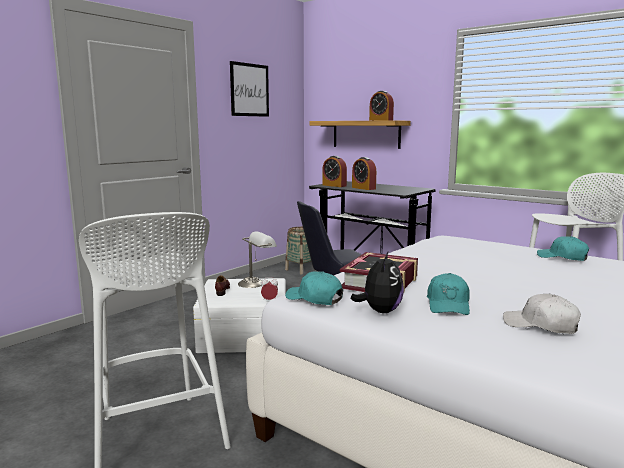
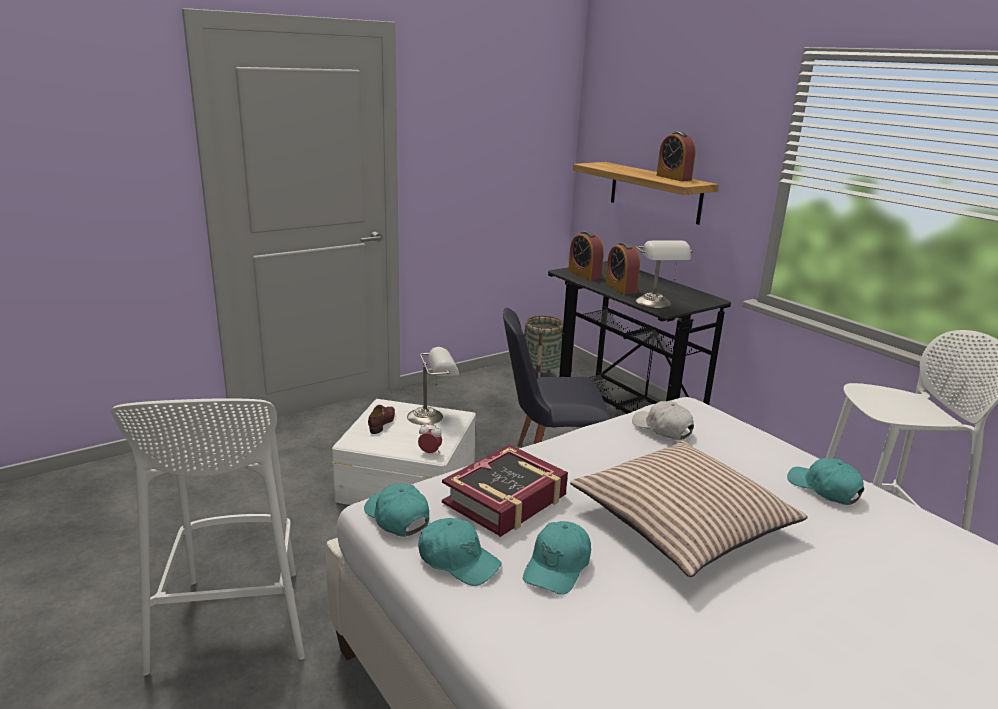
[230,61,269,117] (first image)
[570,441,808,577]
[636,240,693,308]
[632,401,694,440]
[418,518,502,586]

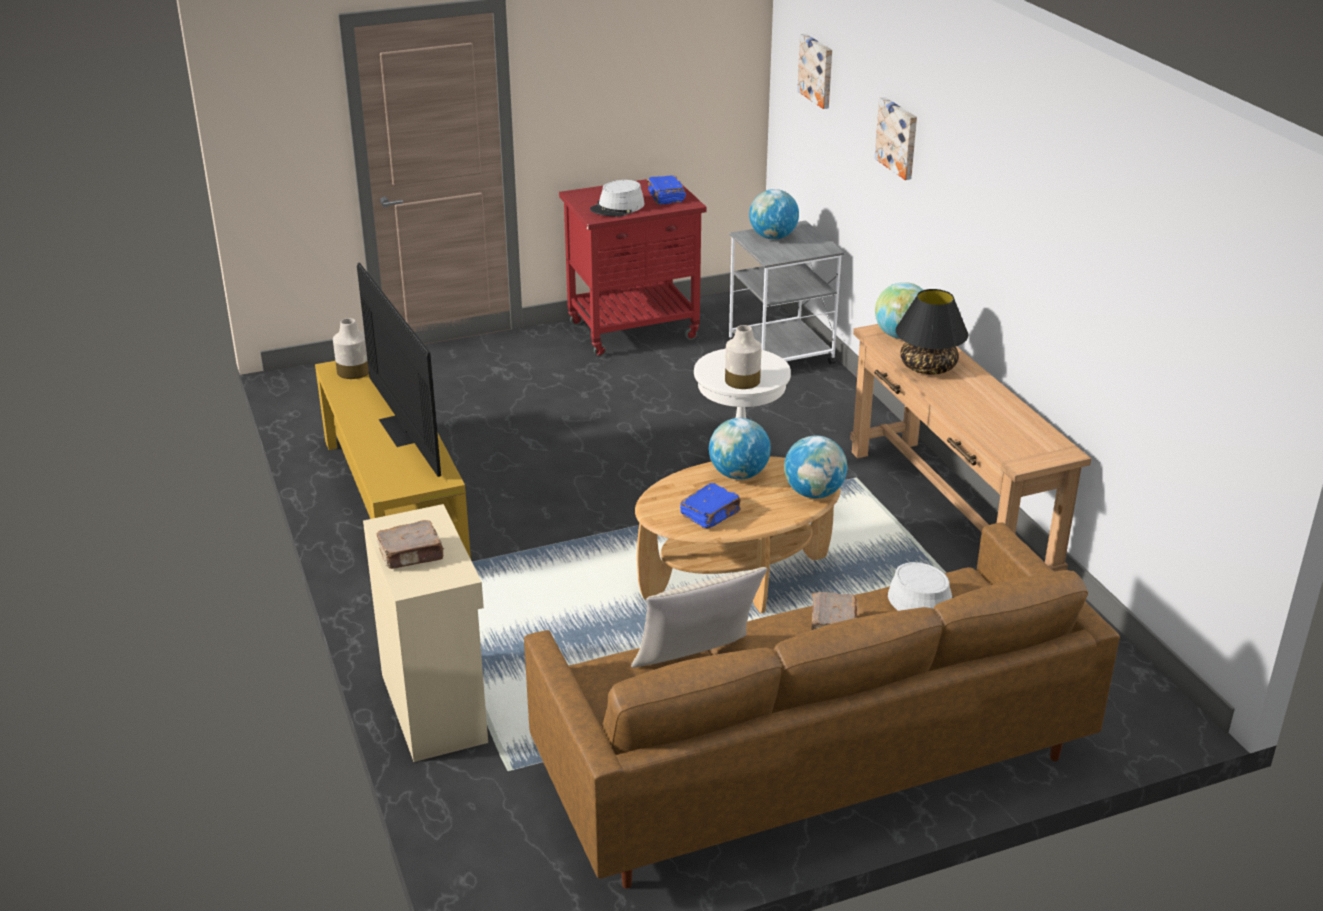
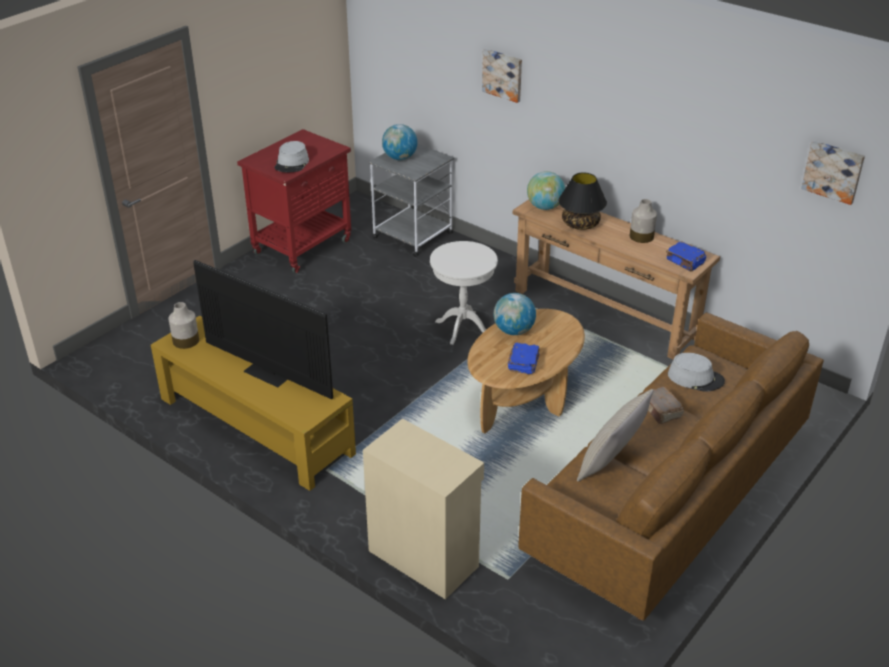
[376,520,444,569] (first image)
[784,435,847,498] (first image)
[666,241,706,272]
[630,199,657,243]
[801,141,865,205]

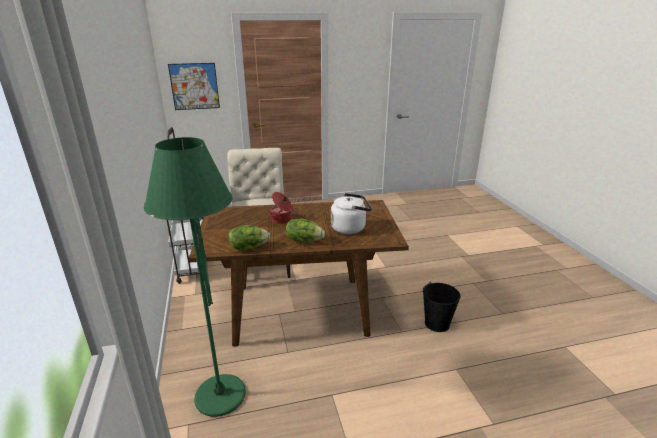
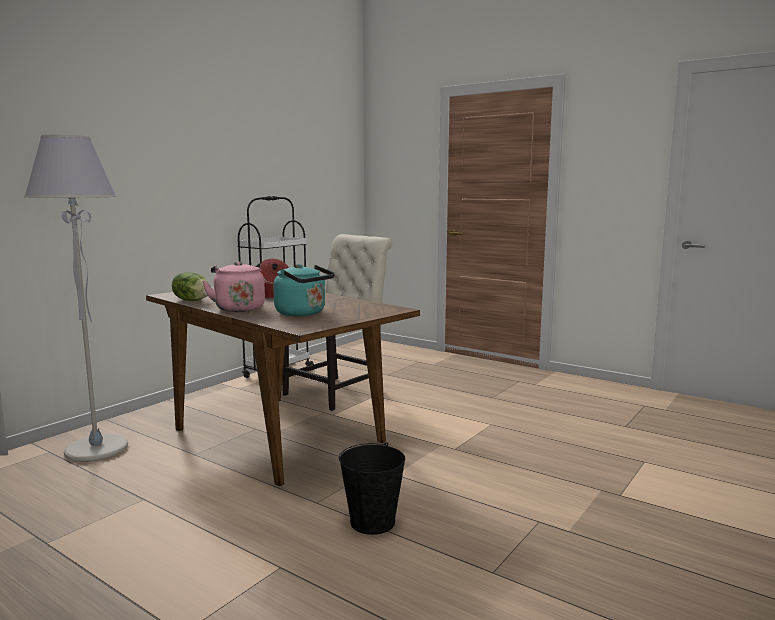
[168,63,220,110] (first image)
[203,261,265,312]
[24,135,128,462]
[273,264,335,316]

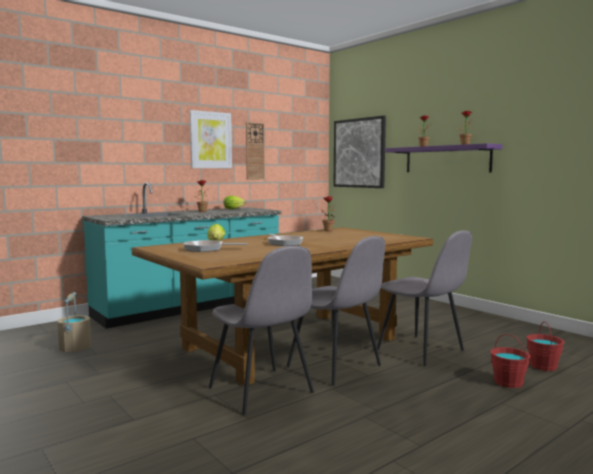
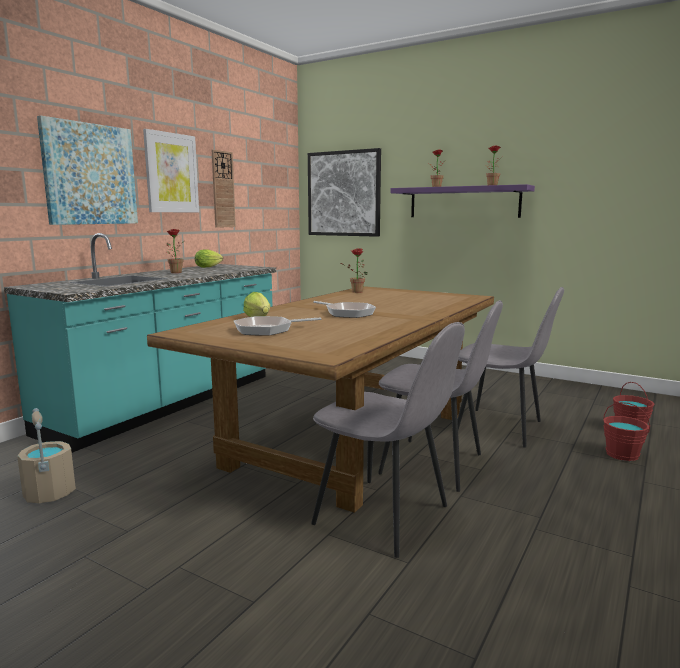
[37,115,138,225]

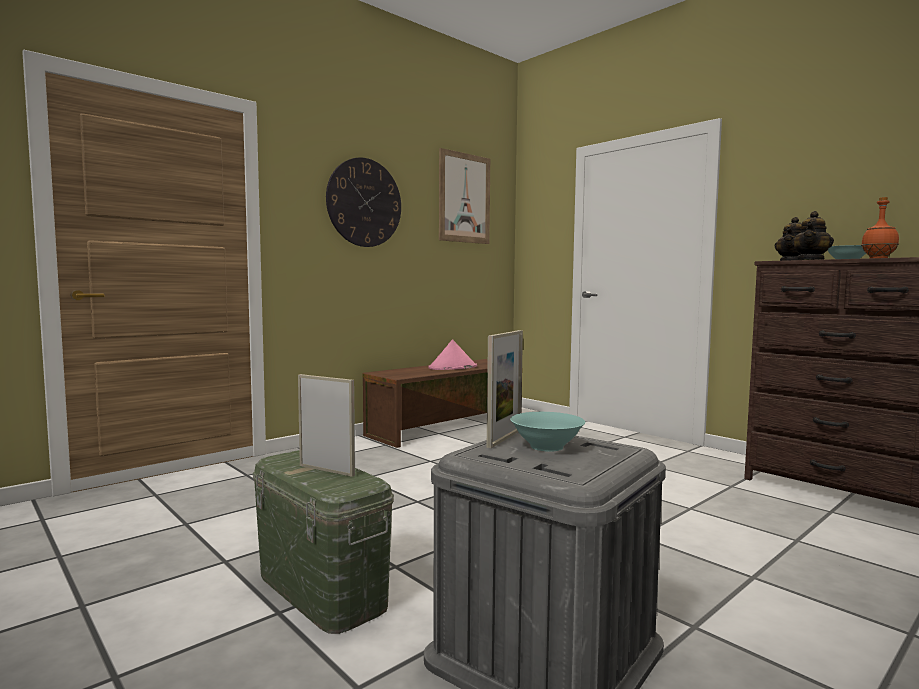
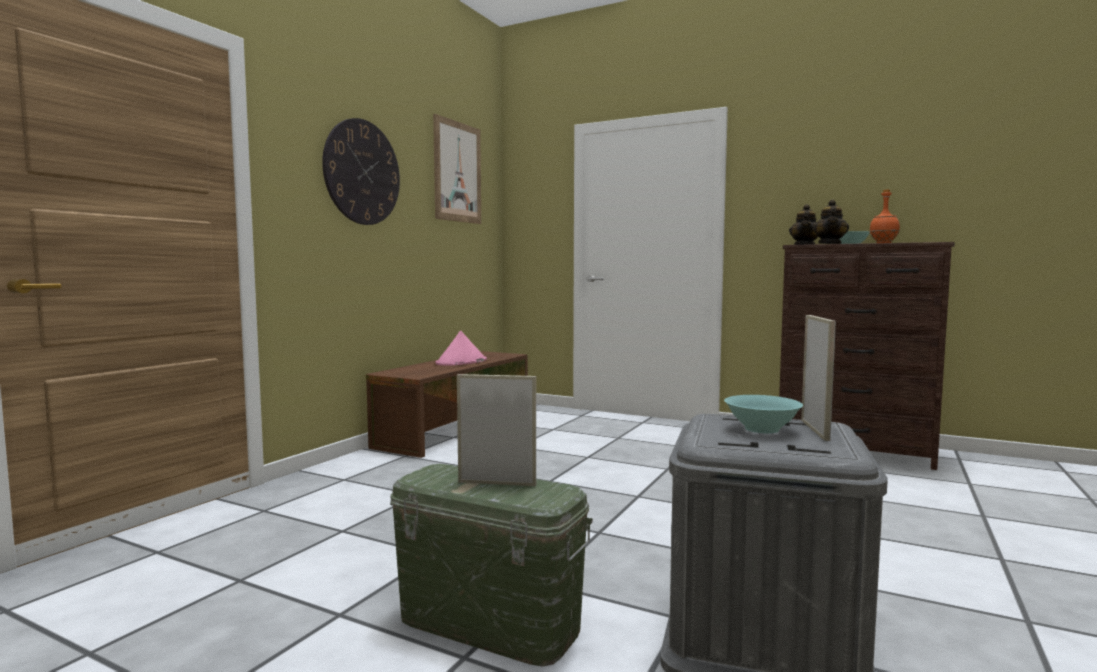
[801,315,836,441]

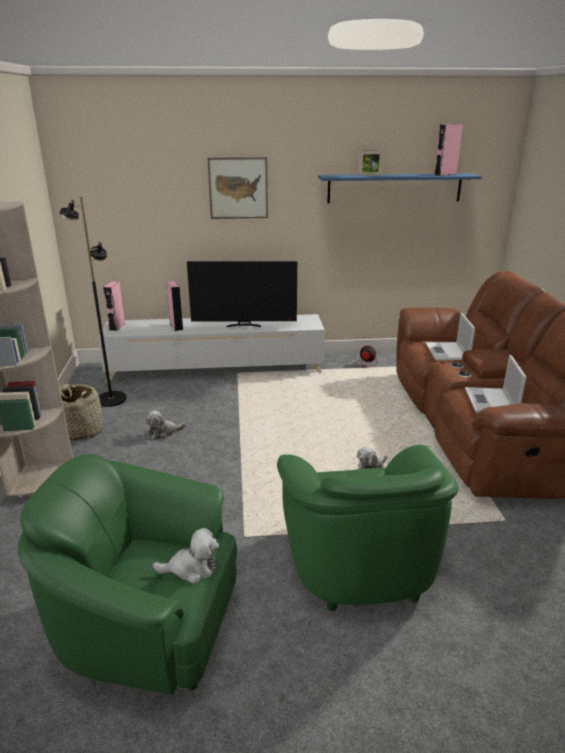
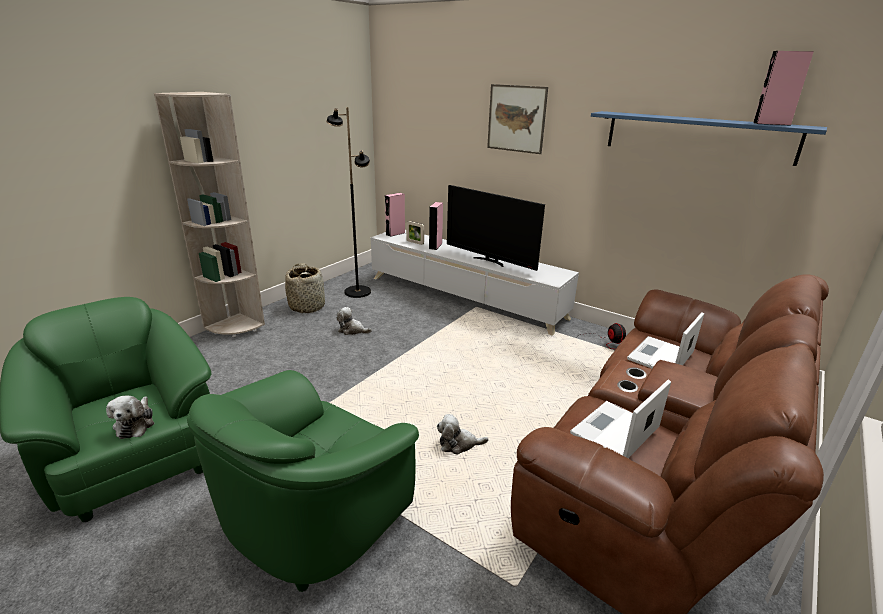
[406,221,424,245]
[106,396,154,439]

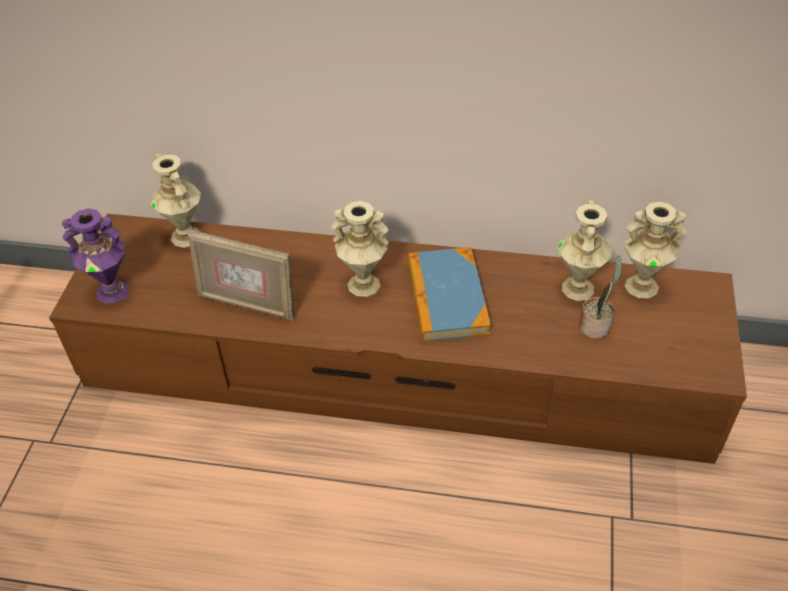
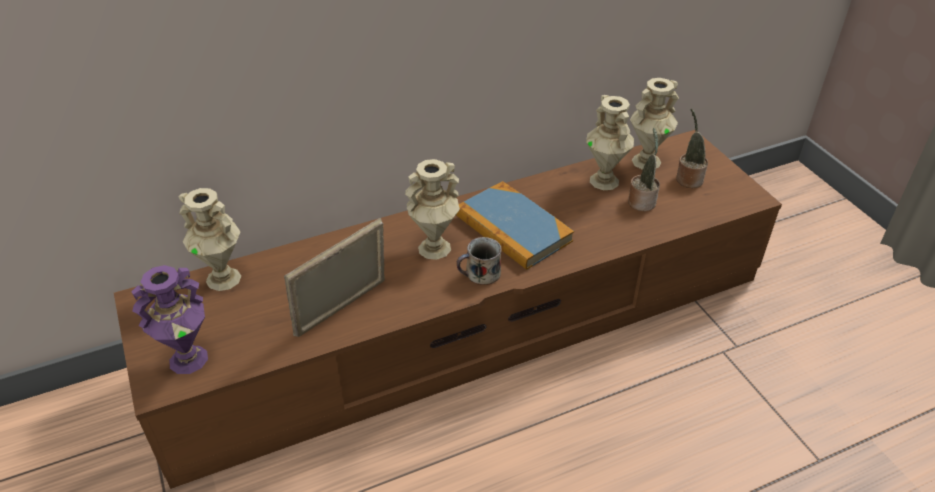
[457,237,502,285]
[676,108,708,188]
[284,218,385,337]

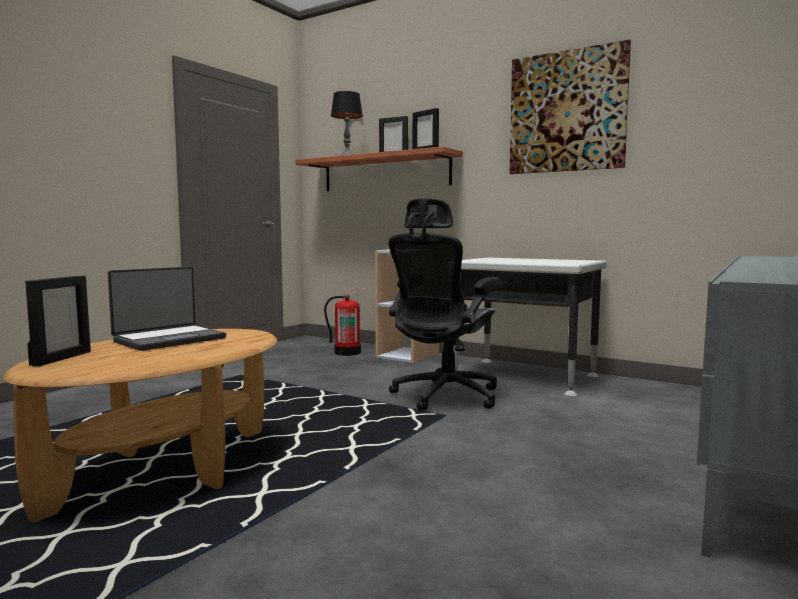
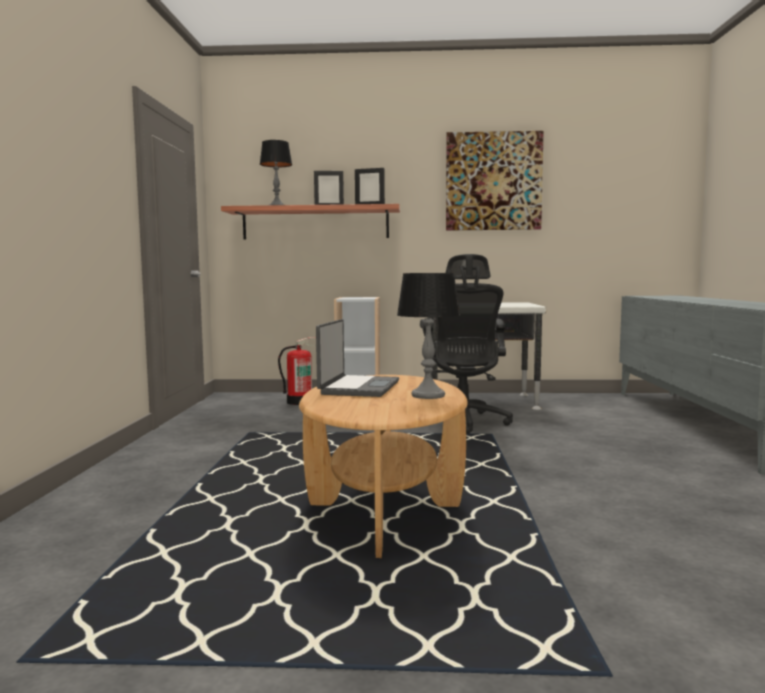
[25,276,91,366] (first image)
[397,273,460,399]

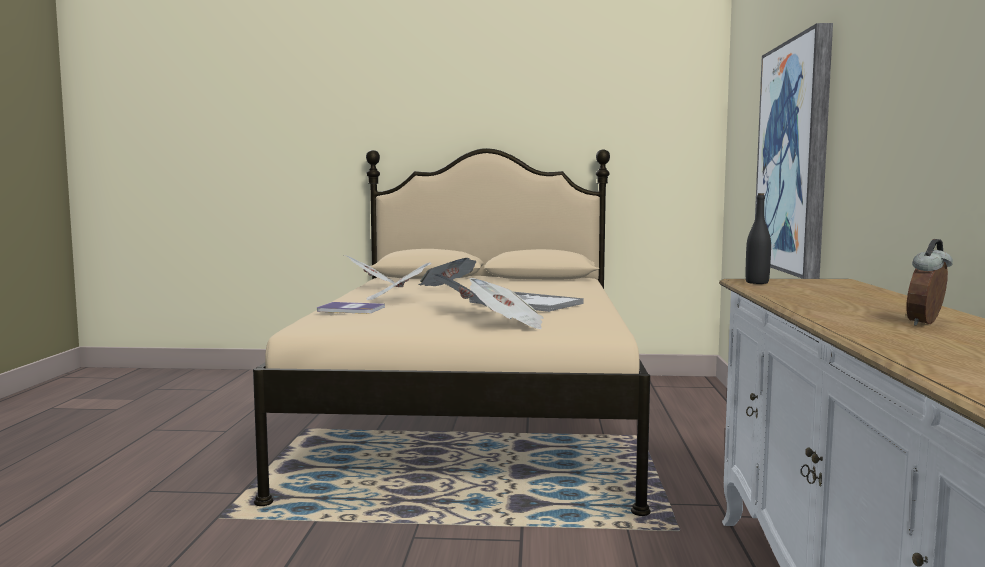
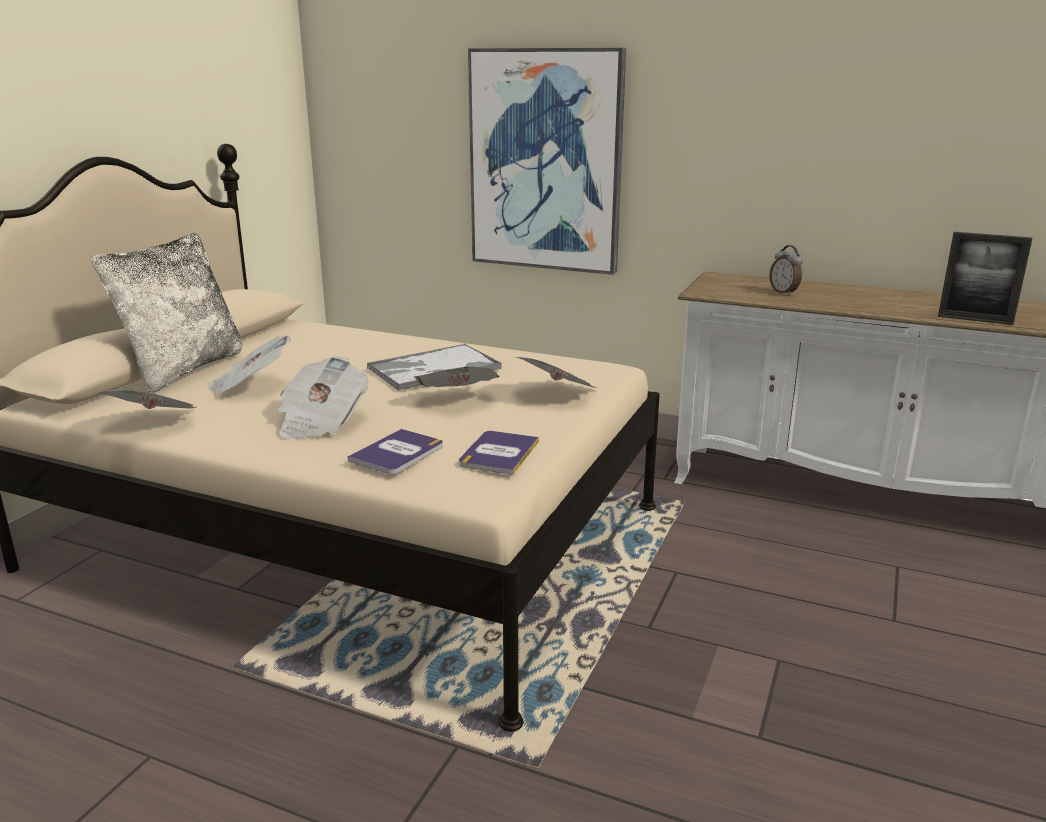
[746,193,771,284] (first image)
[92,233,242,392]
[459,431,539,475]
[938,232,1032,325]
[769,245,803,296]

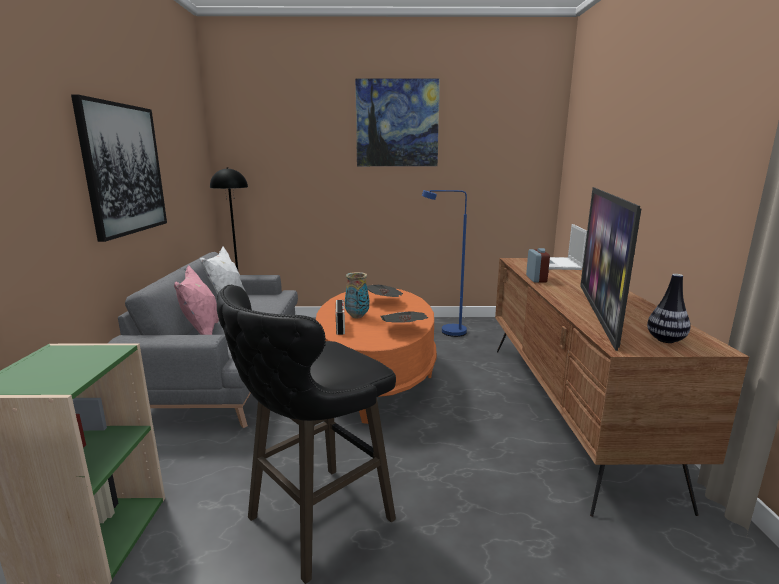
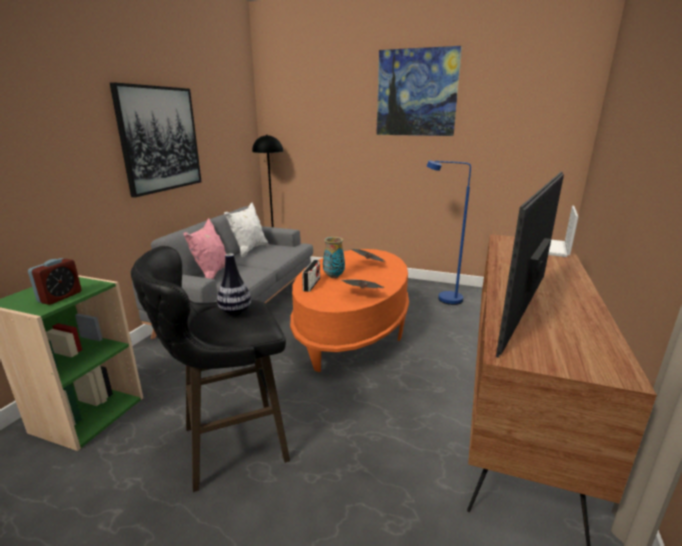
[28,258,82,305]
[217,253,251,315]

